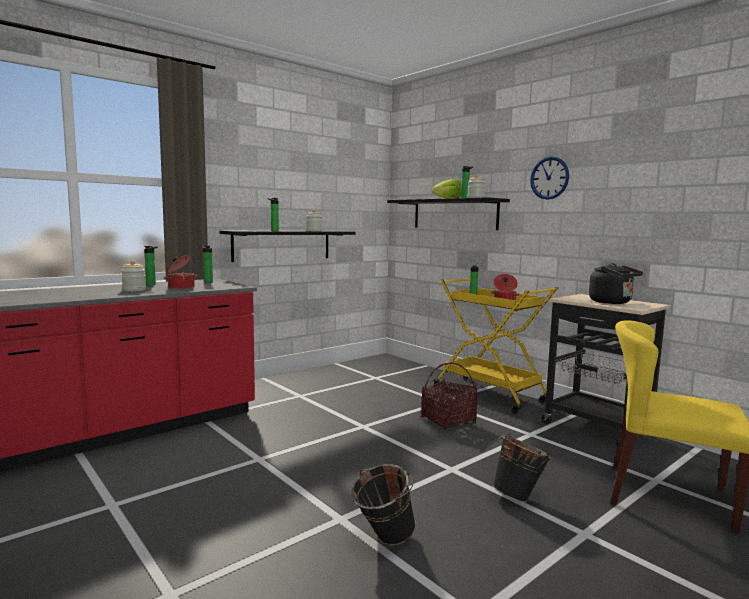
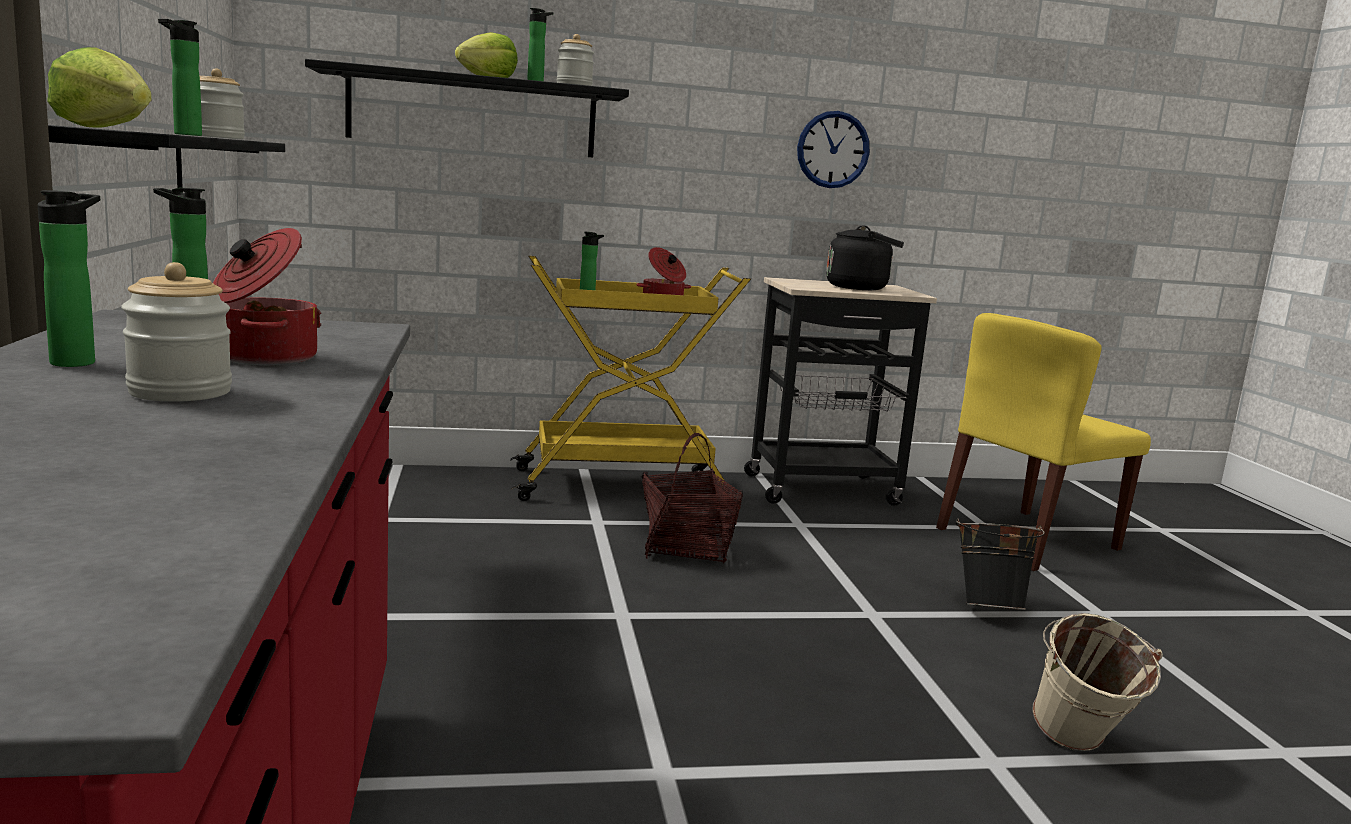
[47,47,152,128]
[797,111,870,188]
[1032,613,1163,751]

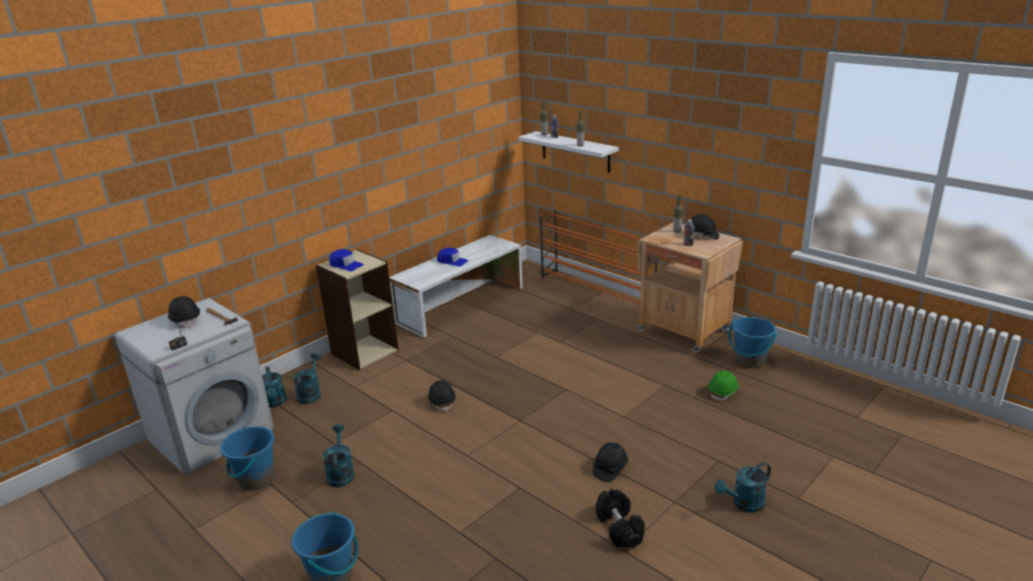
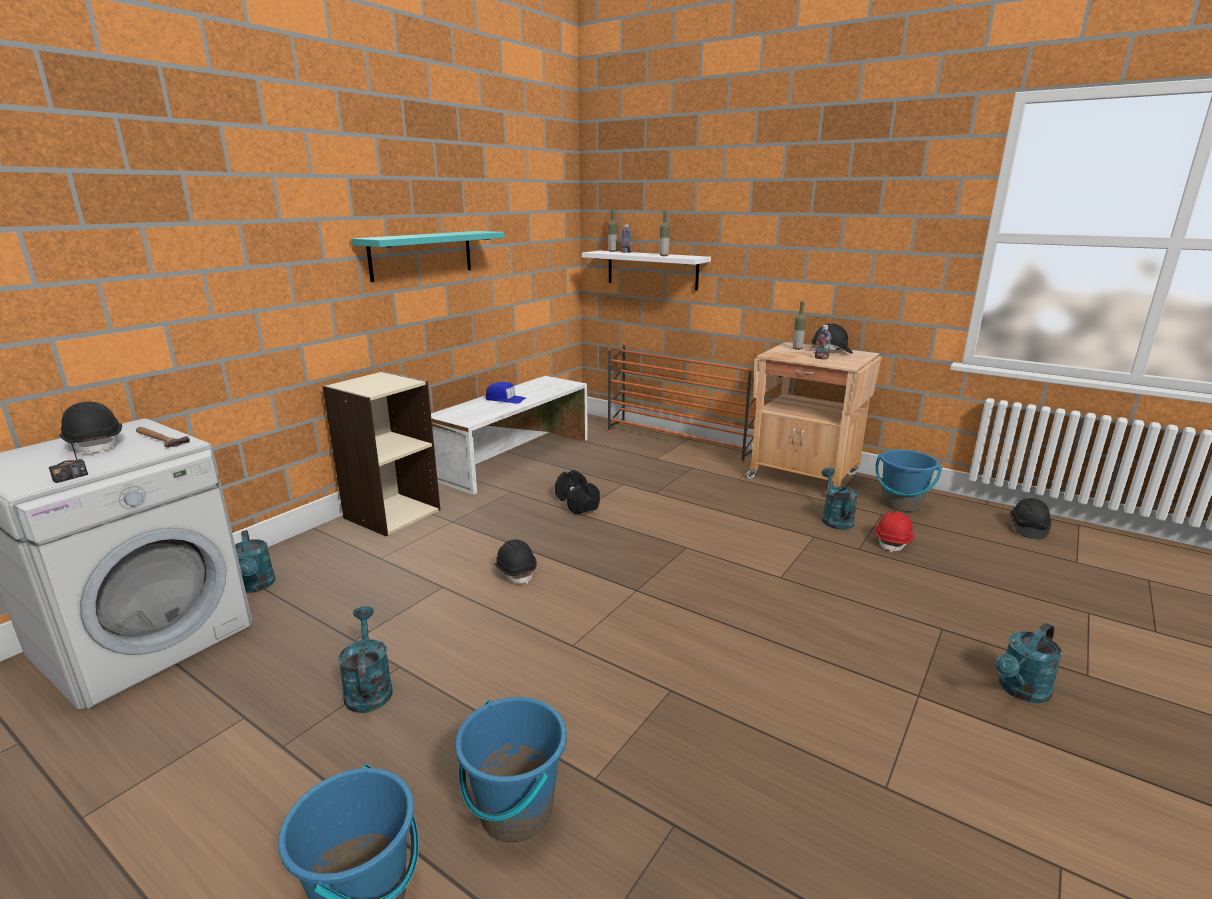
[329,249,364,271] (first image)
[351,231,505,282]
[455,697,567,842]
[822,467,858,530]
[1011,498,1051,539]
[555,470,600,514]
[875,512,915,552]

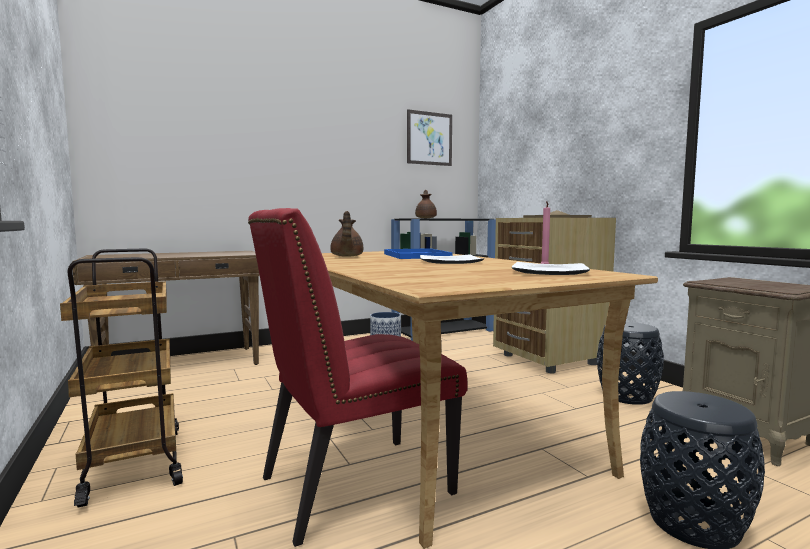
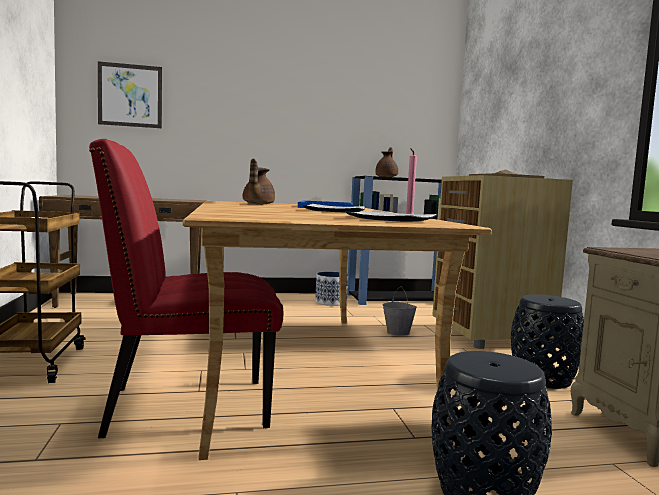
[383,287,417,336]
[98,61,162,128]

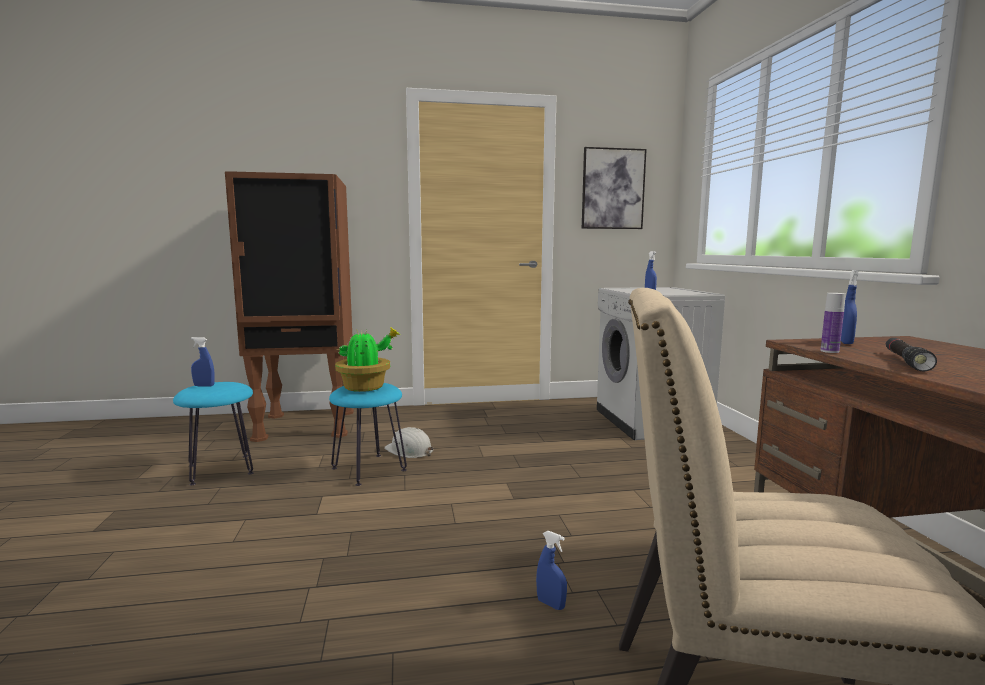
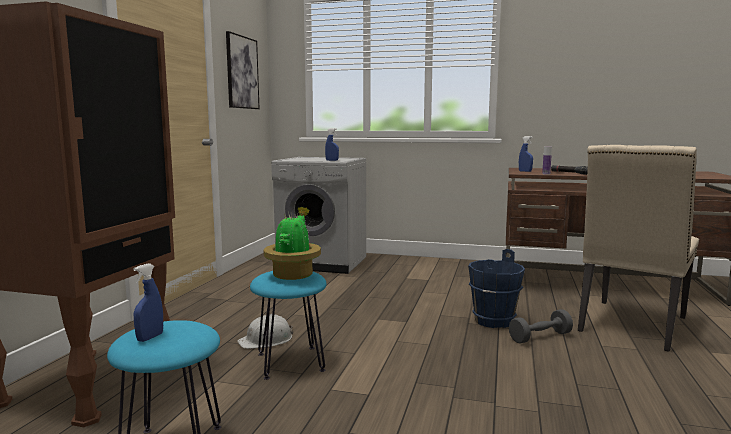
[468,249,525,328]
[509,309,573,344]

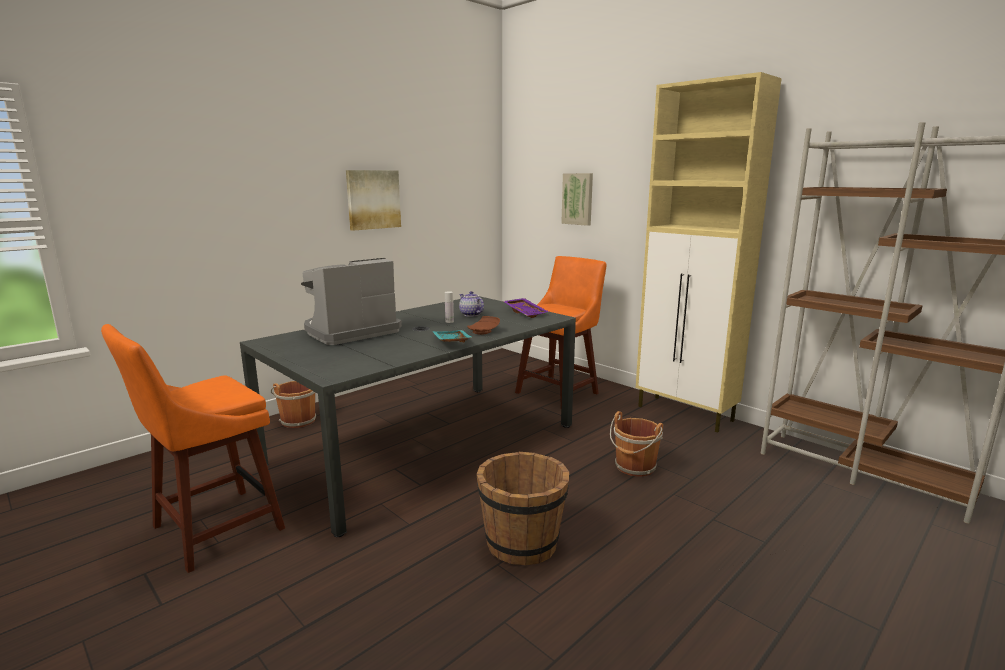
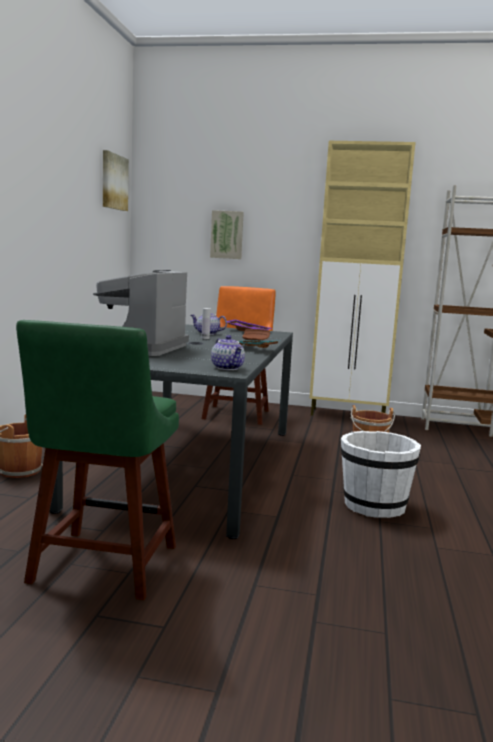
[211,335,245,370]
[103,150,129,211]
[16,320,179,600]
[341,431,421,518]

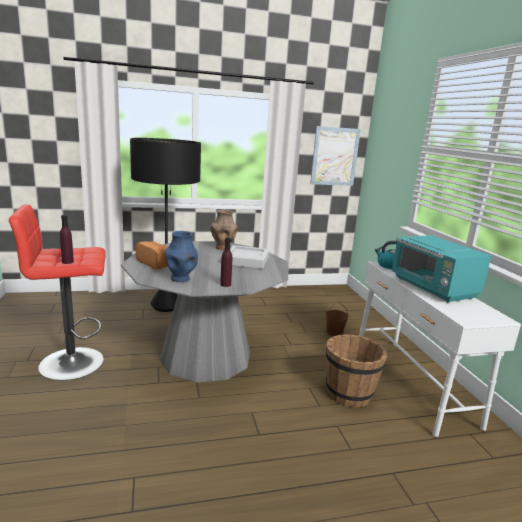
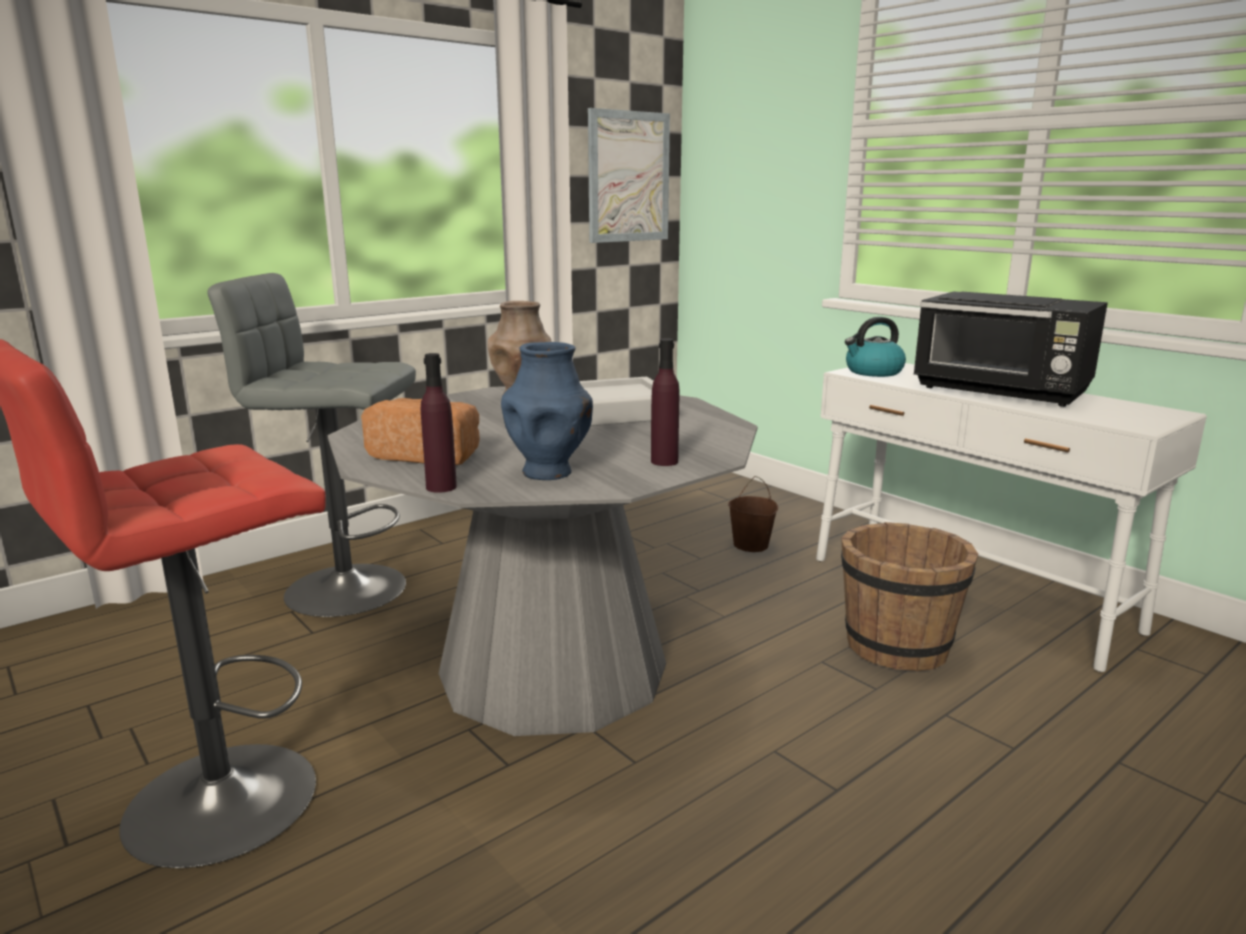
[421,353,457,493]
[207,273,416,617]
[913,291,1108,407]

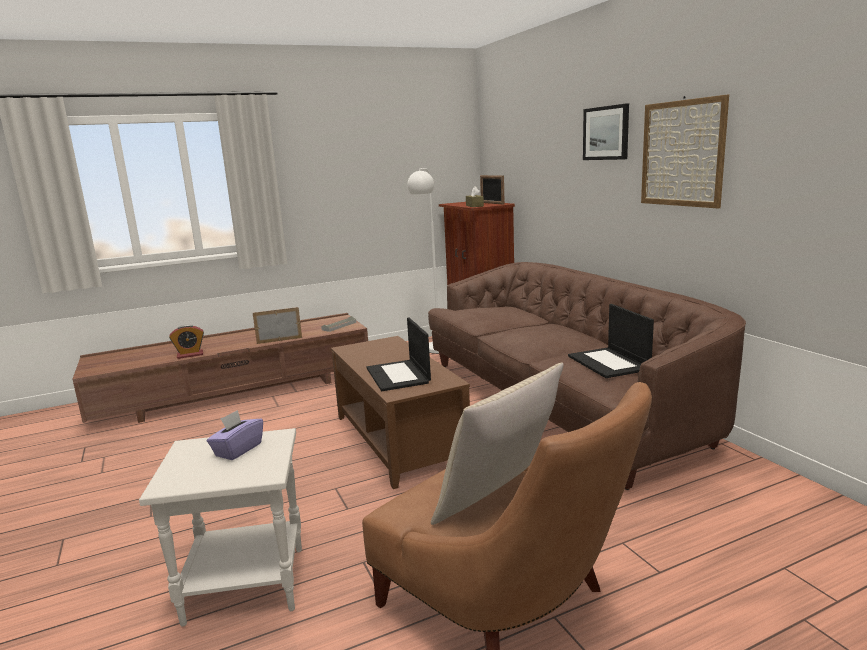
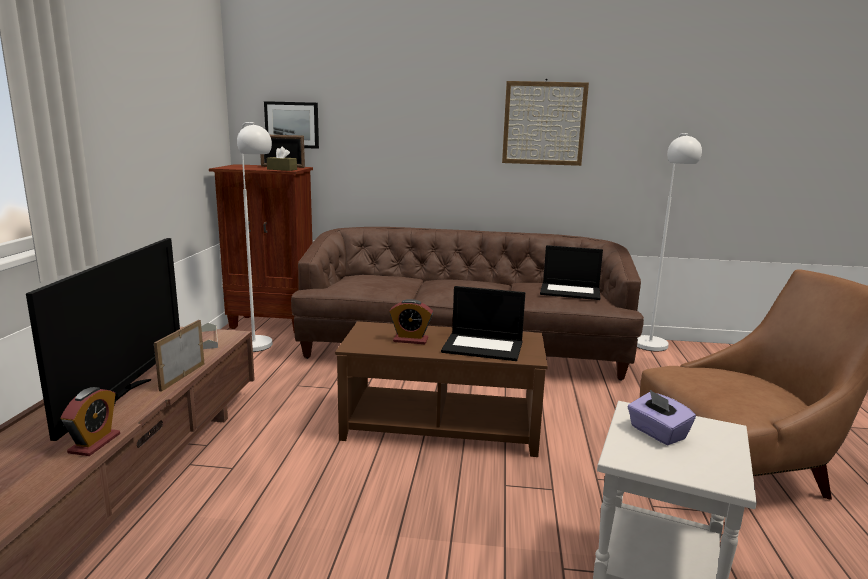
[431,363,564,525] (first image)
[26,238,180,441]
[389,299,433,344]
[637,133,702,351]
[264,101,319,149]

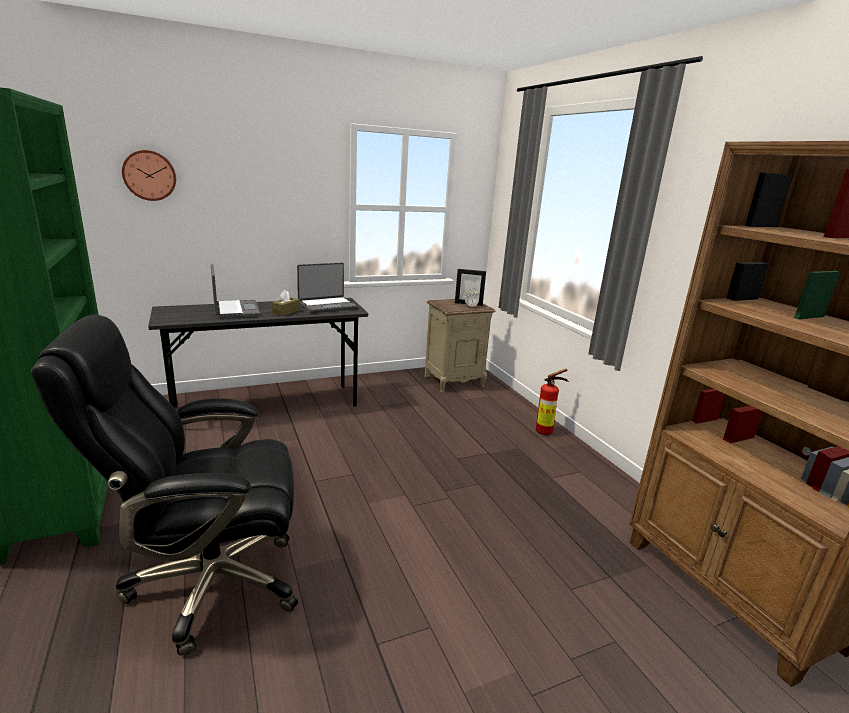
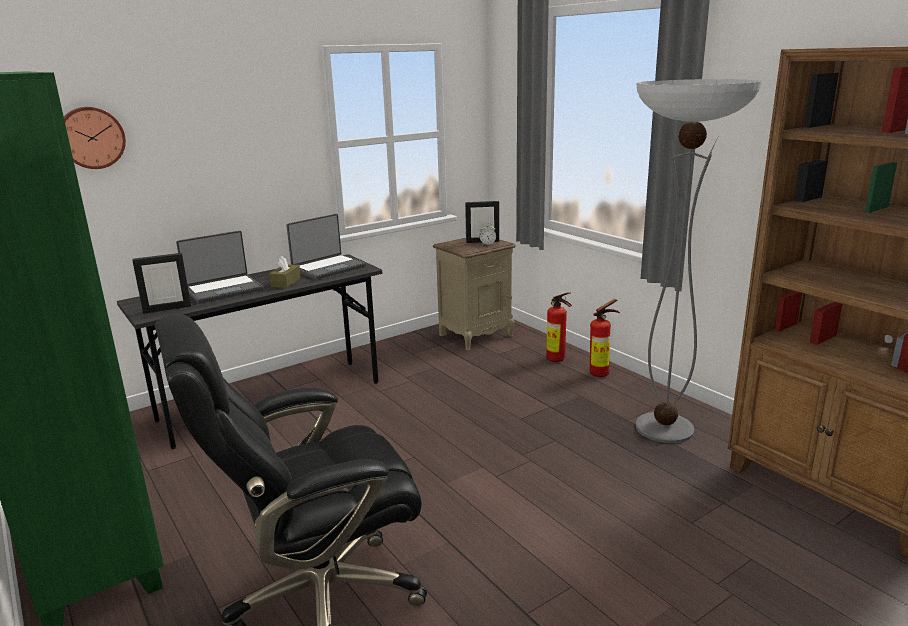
[132,253,191,314]
[546,292,572,362]
[636,79,762,443]
[176,231,263,303]

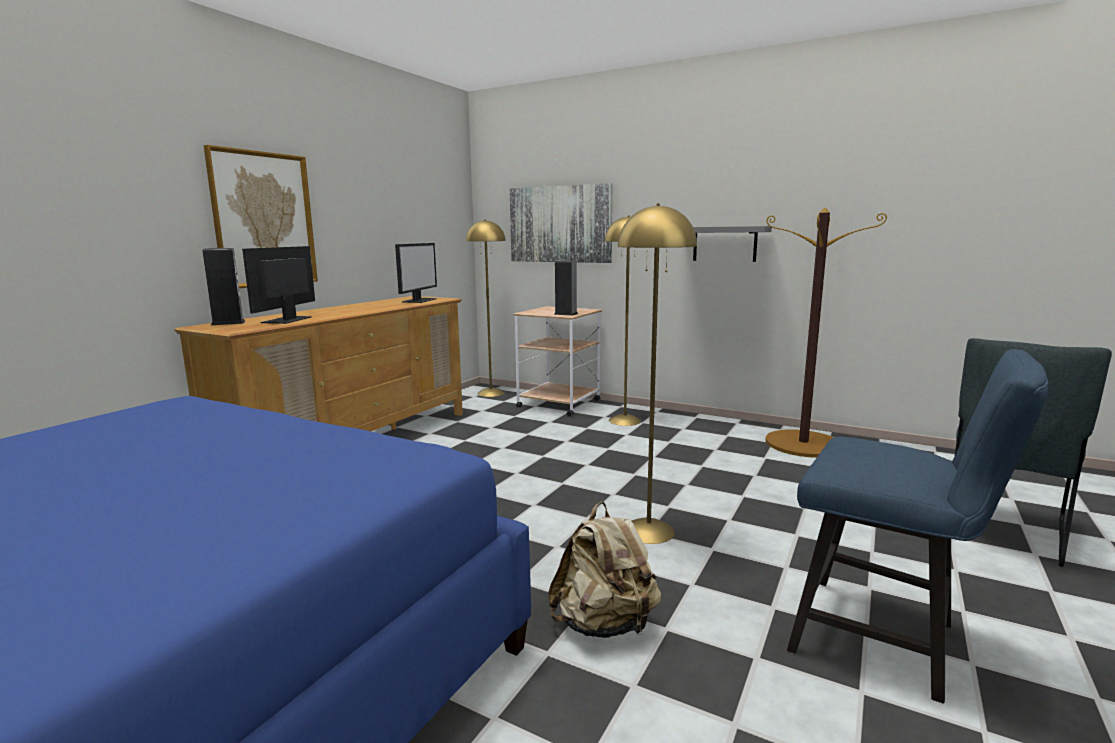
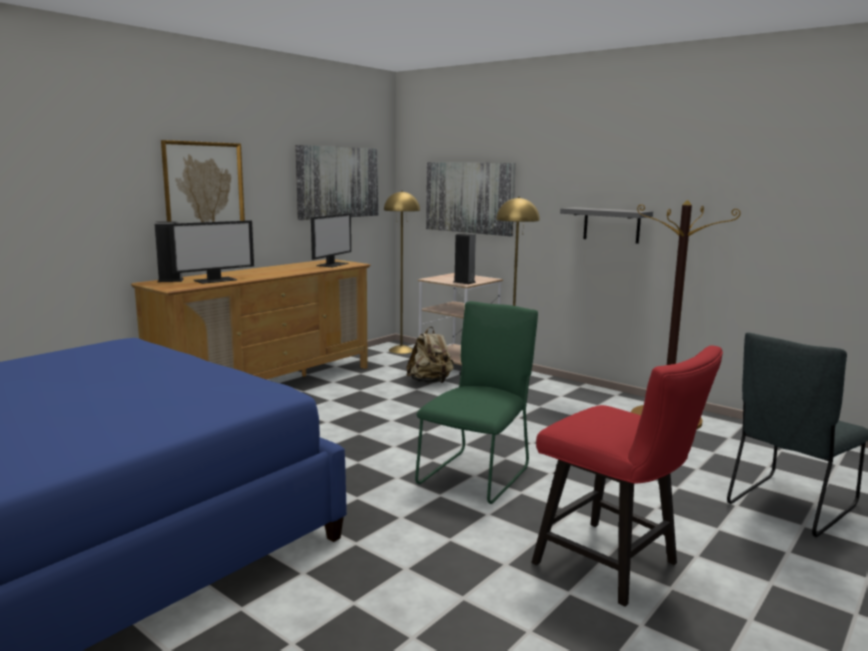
[295,145,379,220]
[407,327,454,383]
[415,301,538,504]
[532,345,723,607]
[169,220,254,284]

